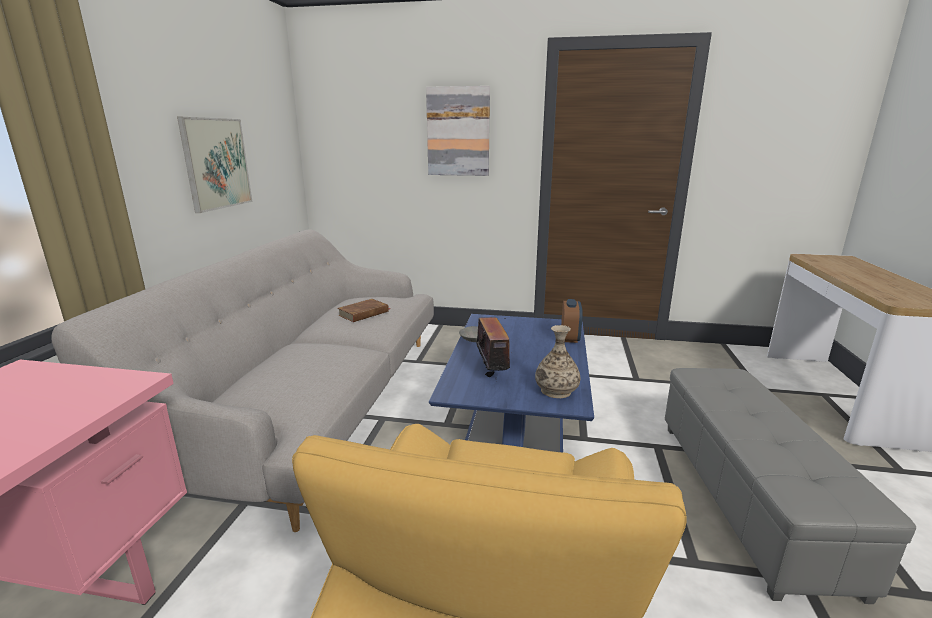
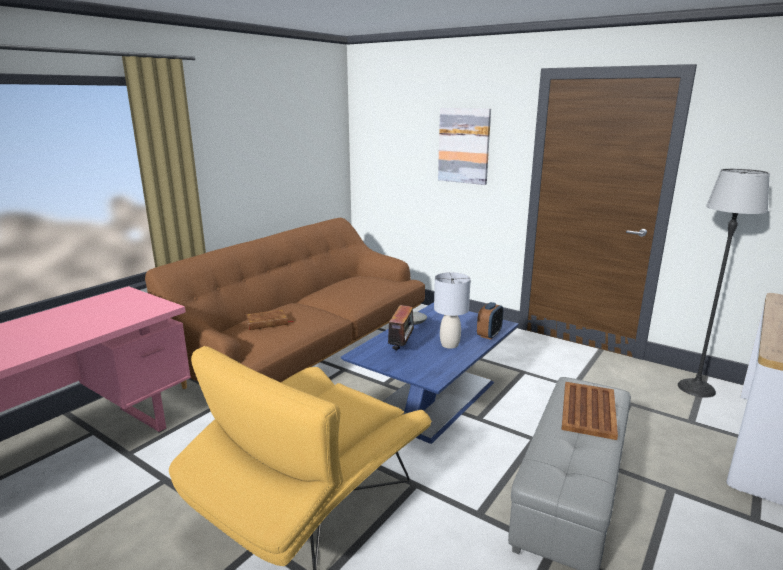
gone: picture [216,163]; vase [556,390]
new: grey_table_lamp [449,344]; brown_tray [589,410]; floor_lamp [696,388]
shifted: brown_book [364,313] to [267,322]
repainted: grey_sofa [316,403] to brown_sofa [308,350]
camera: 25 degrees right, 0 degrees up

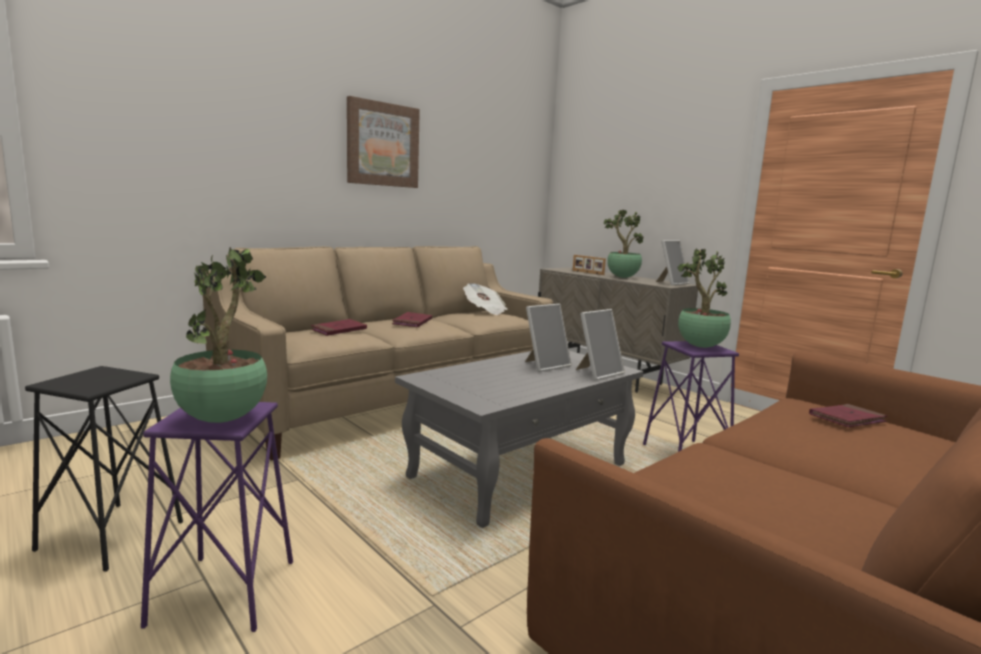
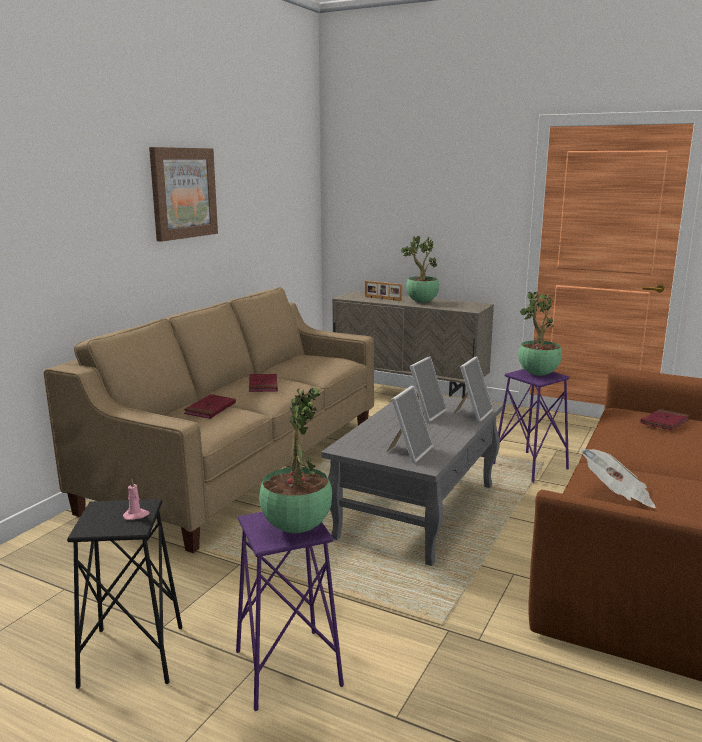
new: pink_candle [136,515]
shifted: newspaper [485,311] to [616,495]; picture_frame [671,283] to [409,452]
camera: 20 degrees left, 5 degrees up

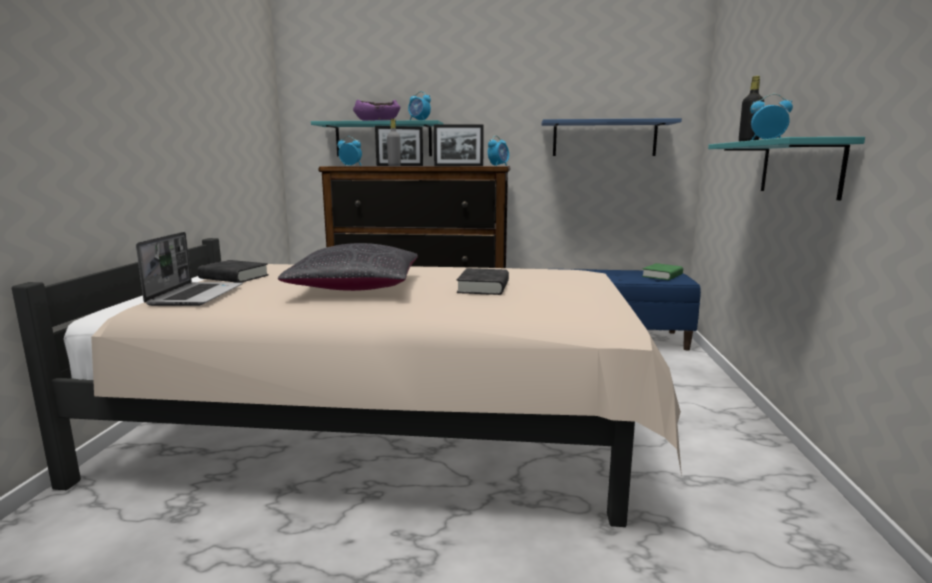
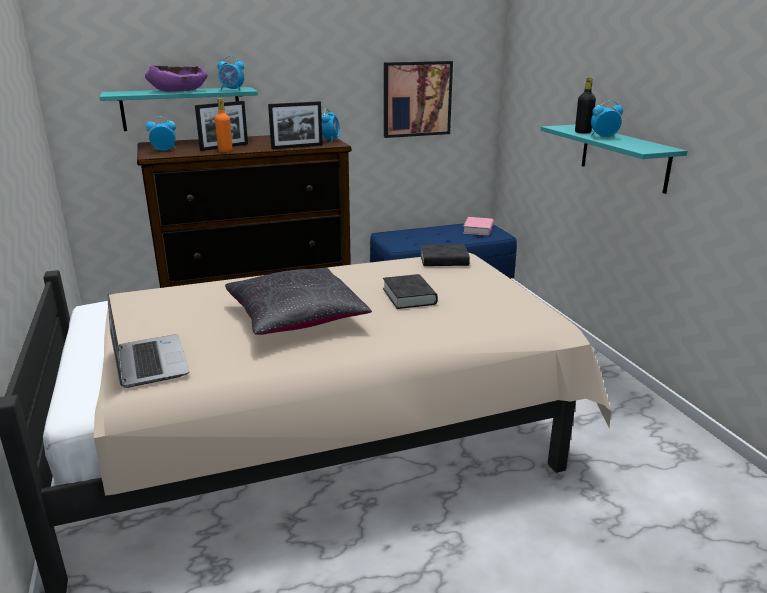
shifted: black_book [234,277] to [444,260]
swapped: blue_shelf [604,138] to picture [417,99]
repainted: grey_bottle [394,166] to orange_bottle [225,151]; green_book [662,275] to pink_book [478,229]
camera: 25 degrees left, 10 degrees up

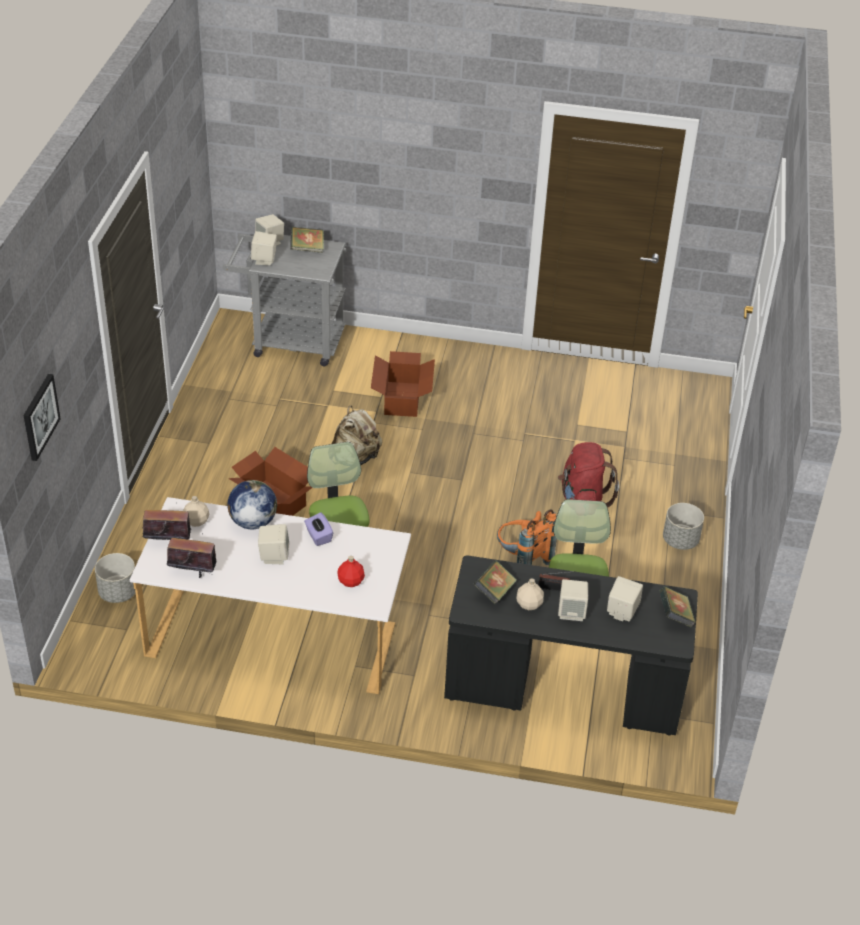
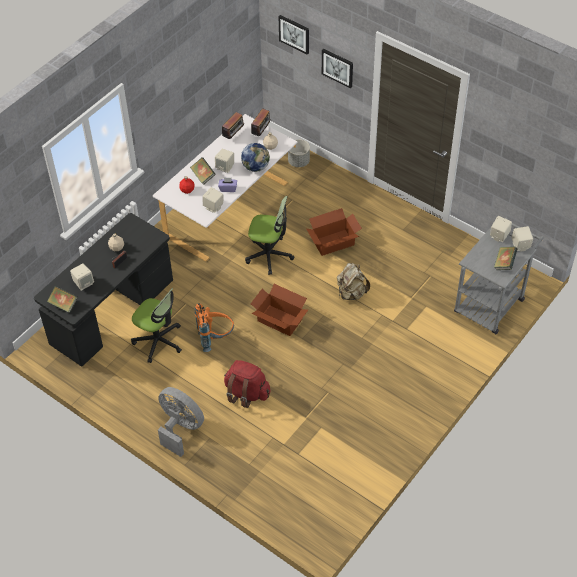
new: picture [337,67]
shifted: cardboard_box [403,399] to [279,321]; book [494,592] to [203,176]; beige_speaker [571,612] to [213,207]
swapped: grey_planter [680,541] to grey_fan [180,428]
camera: 120 degrees right, 10 degrees up

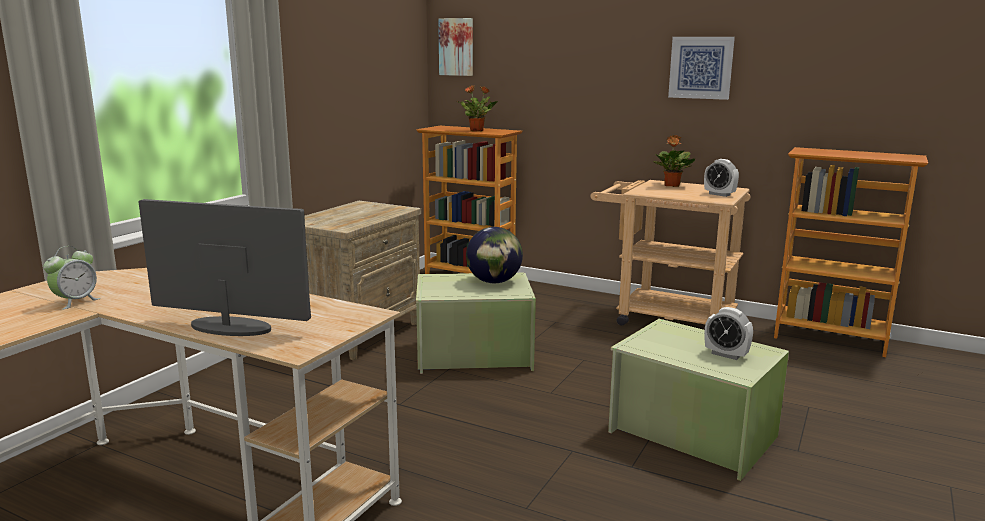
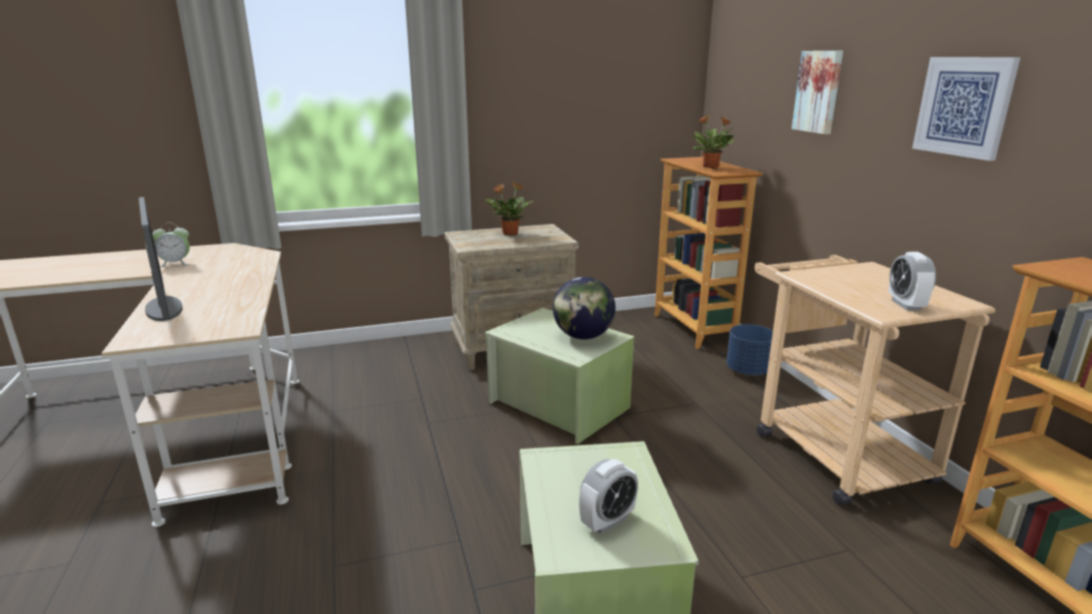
new: blue_planter [748,371]
shifted: picture [457,47] to [819,92]; potted_plant [671,185] to [509,233]
rotated: alarm_clock [726,354] = [607,521] 120 degrees counterclockwise
camera: 45 degrees right, 5 degrees up

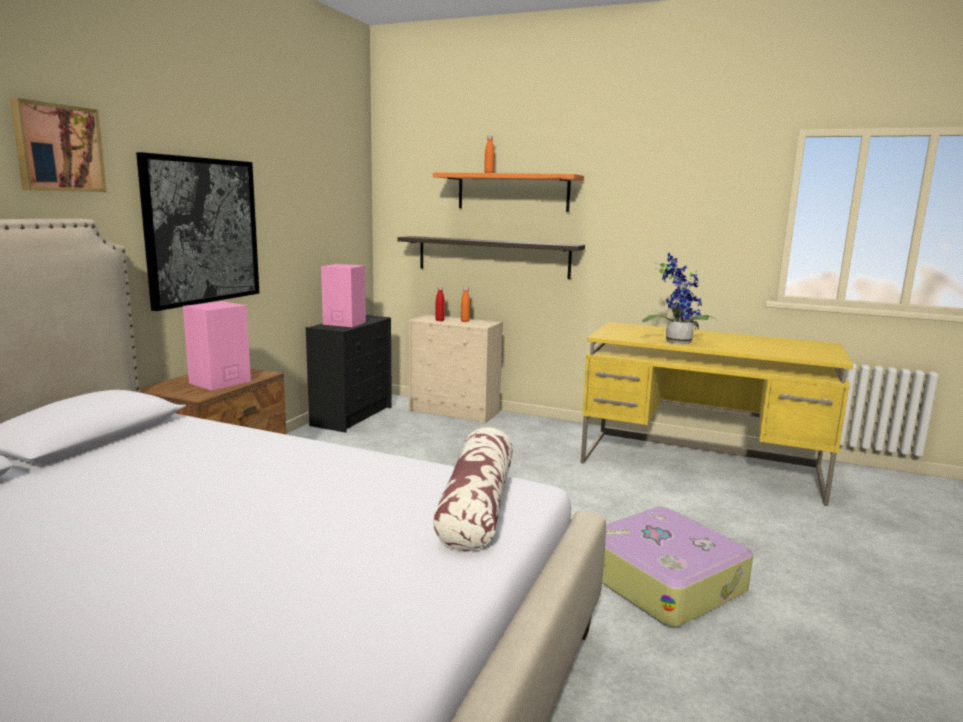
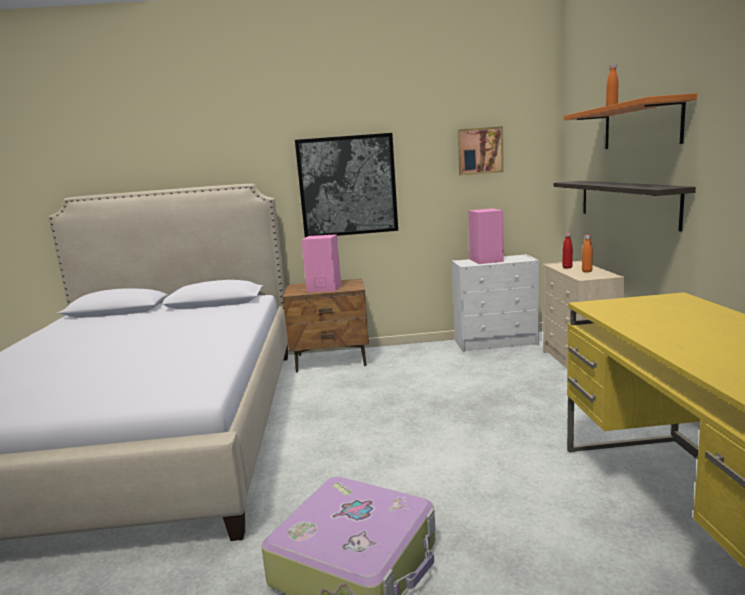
gone: pillow [477,505]; potted_plant [676,341]
shifted: picture [58,148] to [480,151]
repainted: black_dresser [352,416] to white_dresser [496,343]
camera: 65 degrees right, 0 degrees up

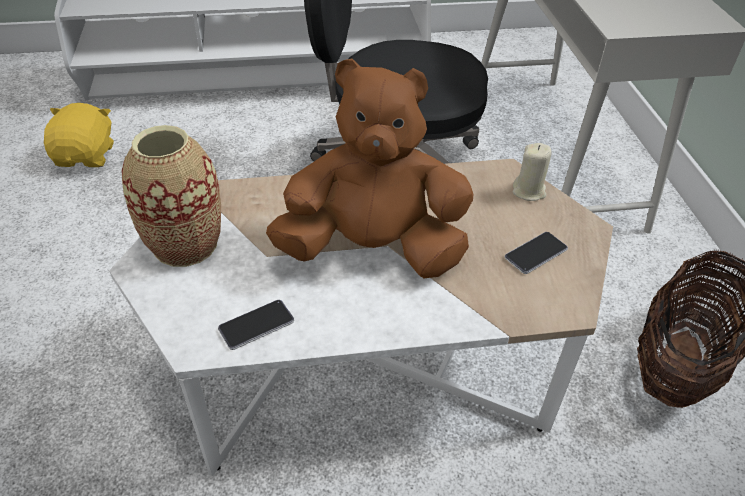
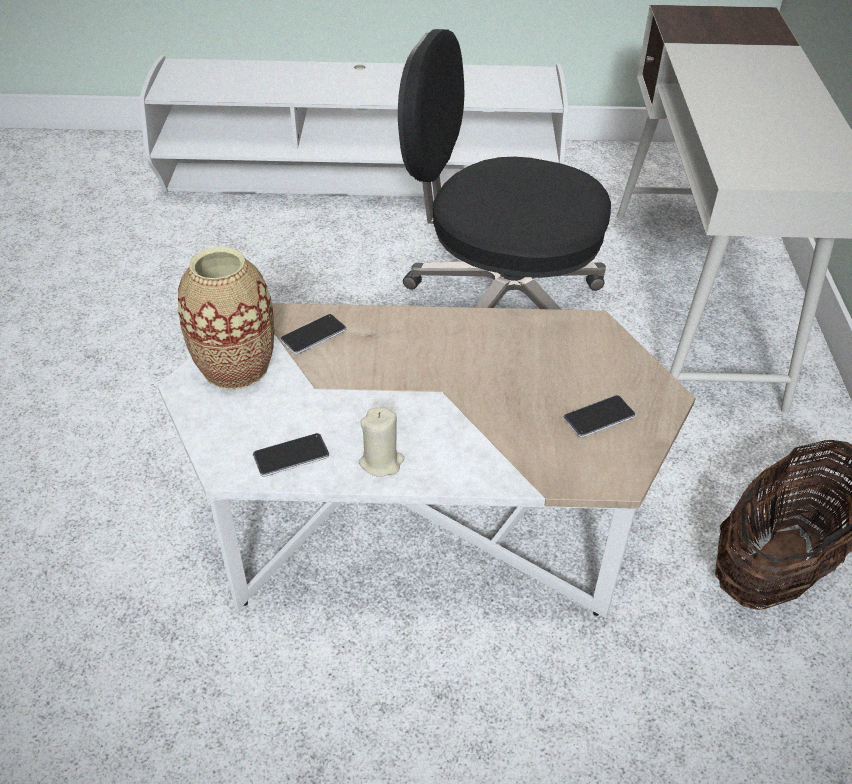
gone: yellow_plush_toy [87,156]; brown_plush_toy [373,249]
new: phone [313,335]
shifted: beige_candle [529,191] to [381,462]
camera: 10 degrees right, 0 degrees up

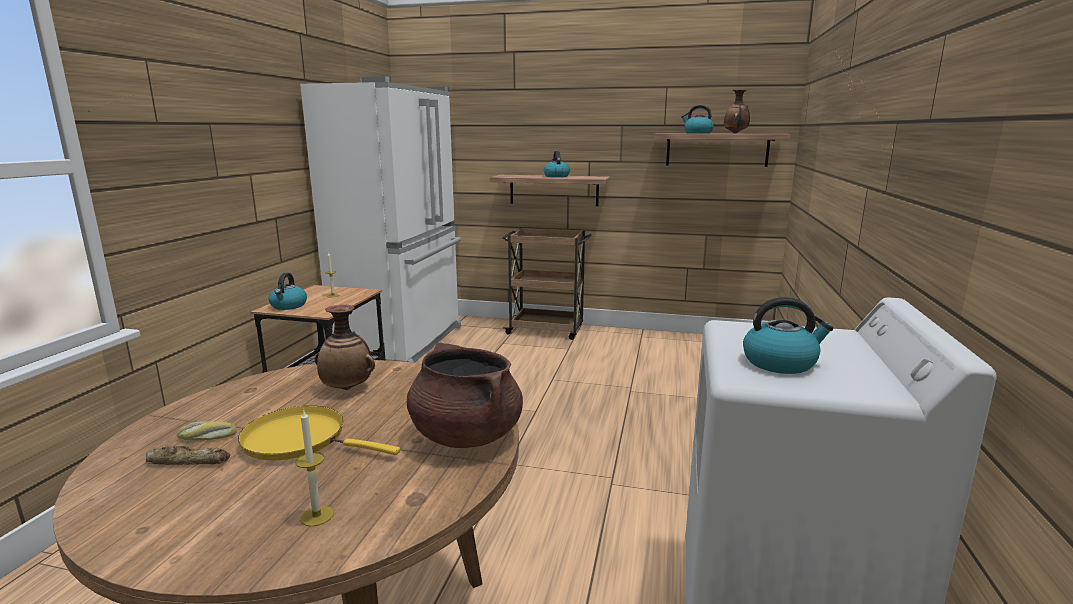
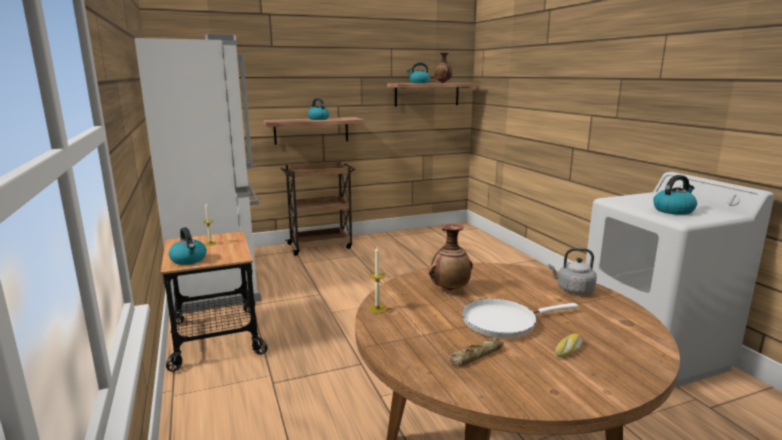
shifted: bread [207,437] to [569,350]; candle [317,516] to [377,309]
swapped: brown_cooking_pot [465,435] to grey_kettle [573,290]
repainted: yellow_frying_pan [301,439] to white_frying_pan [503,321]
camera: 35 degrees left, 0 degrees up

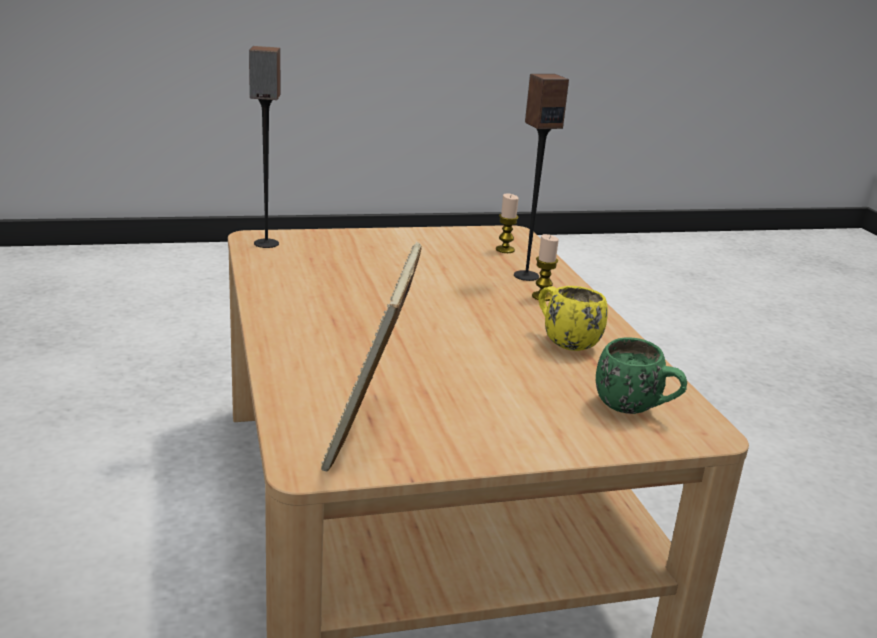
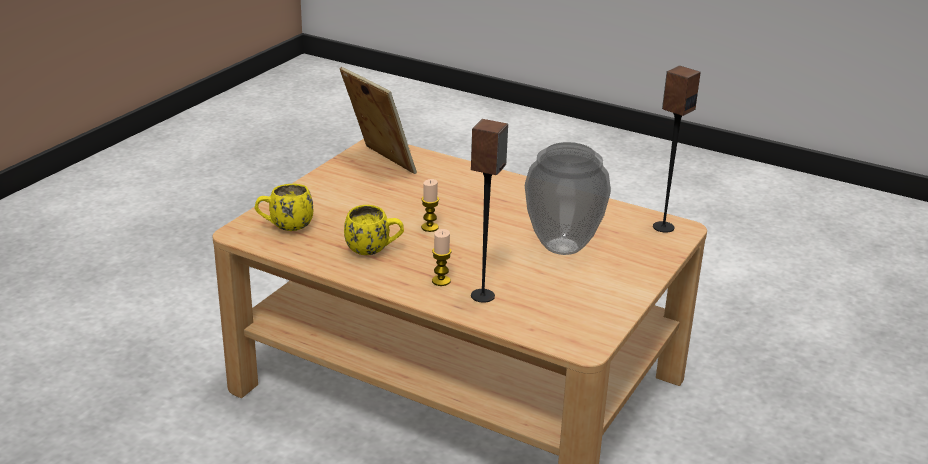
new: vase [563,247]
shifted: candle [505,250] to [429,227]
repainted: green_mug [636,410] to yellow_mug [285,227]
camera: 135 degrees right, 5 degrees up

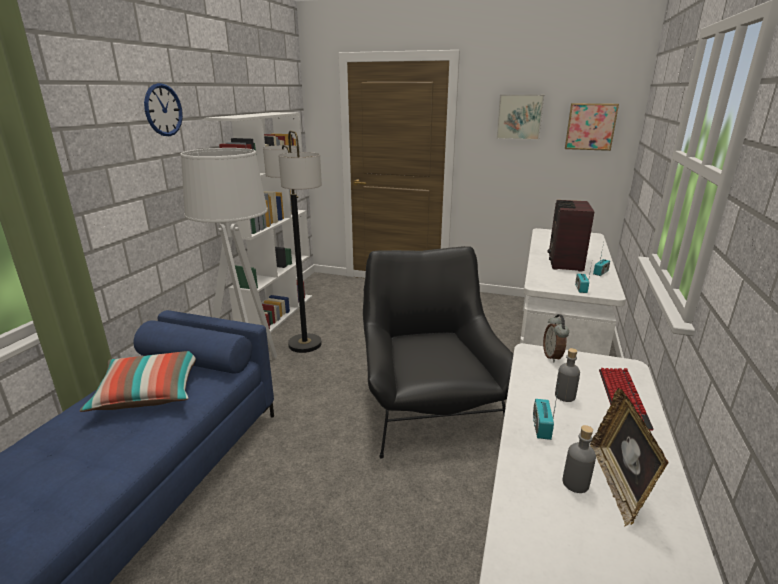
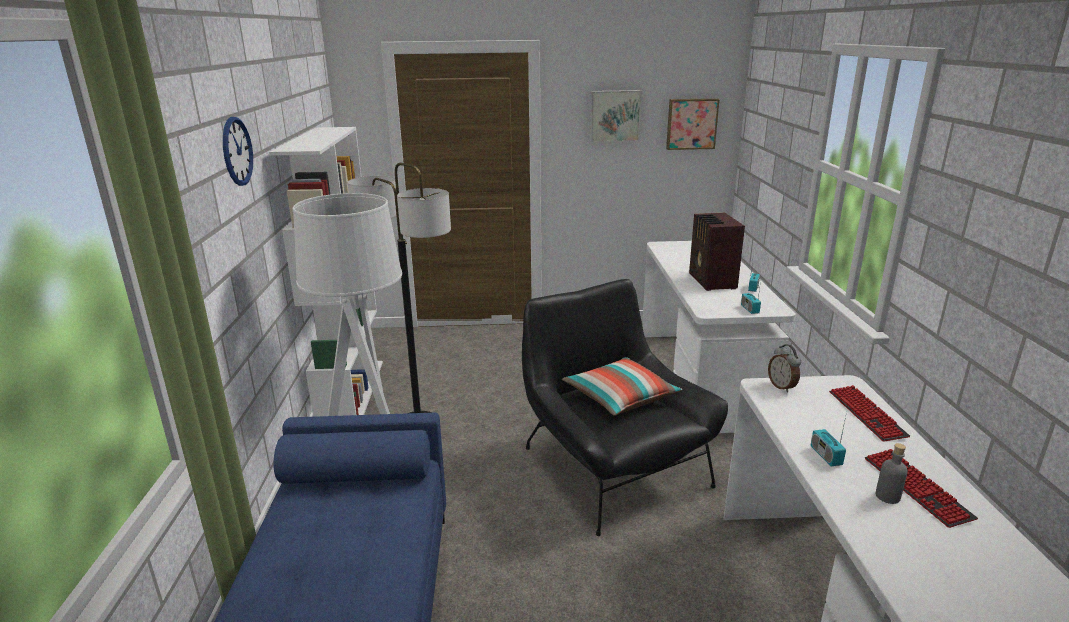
gone: grey_bottle [565,396]
shifted: pillow [149,392] to [620,398]
swapped: picture_frame [618,484] to keyboard [916,488]
camera: 20 degrees left, 0 degrees up

